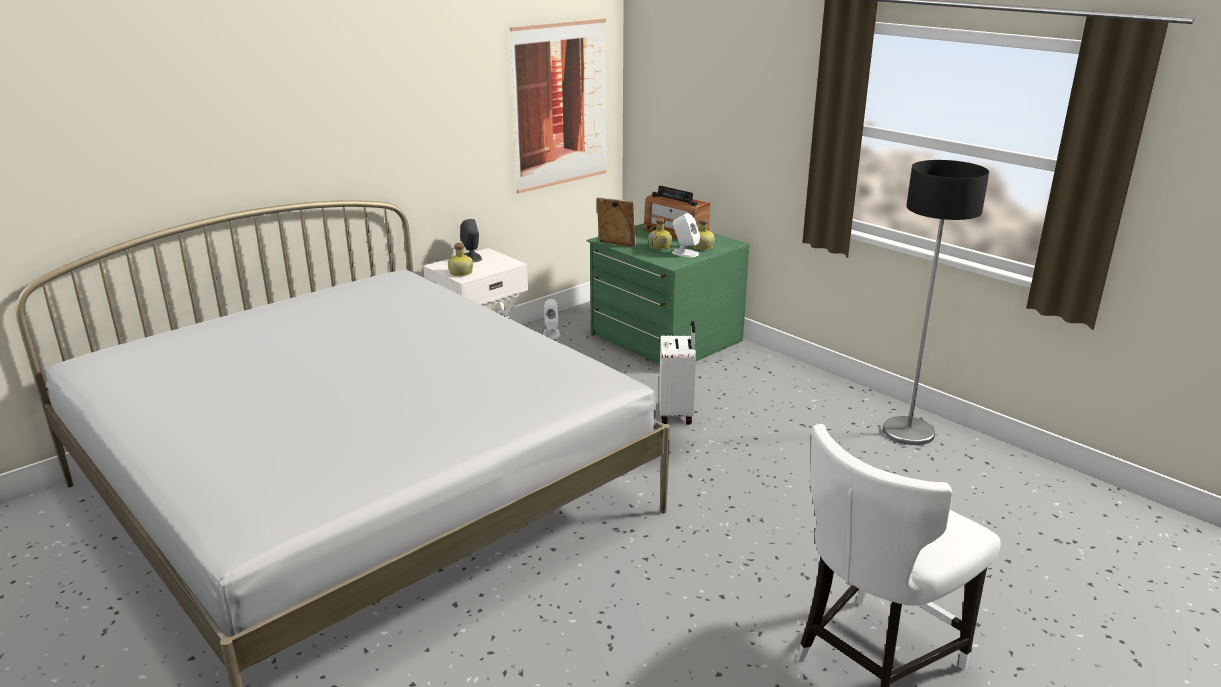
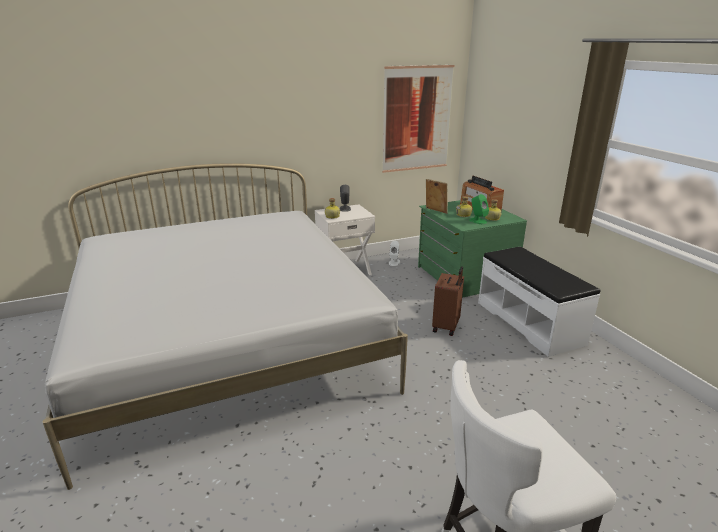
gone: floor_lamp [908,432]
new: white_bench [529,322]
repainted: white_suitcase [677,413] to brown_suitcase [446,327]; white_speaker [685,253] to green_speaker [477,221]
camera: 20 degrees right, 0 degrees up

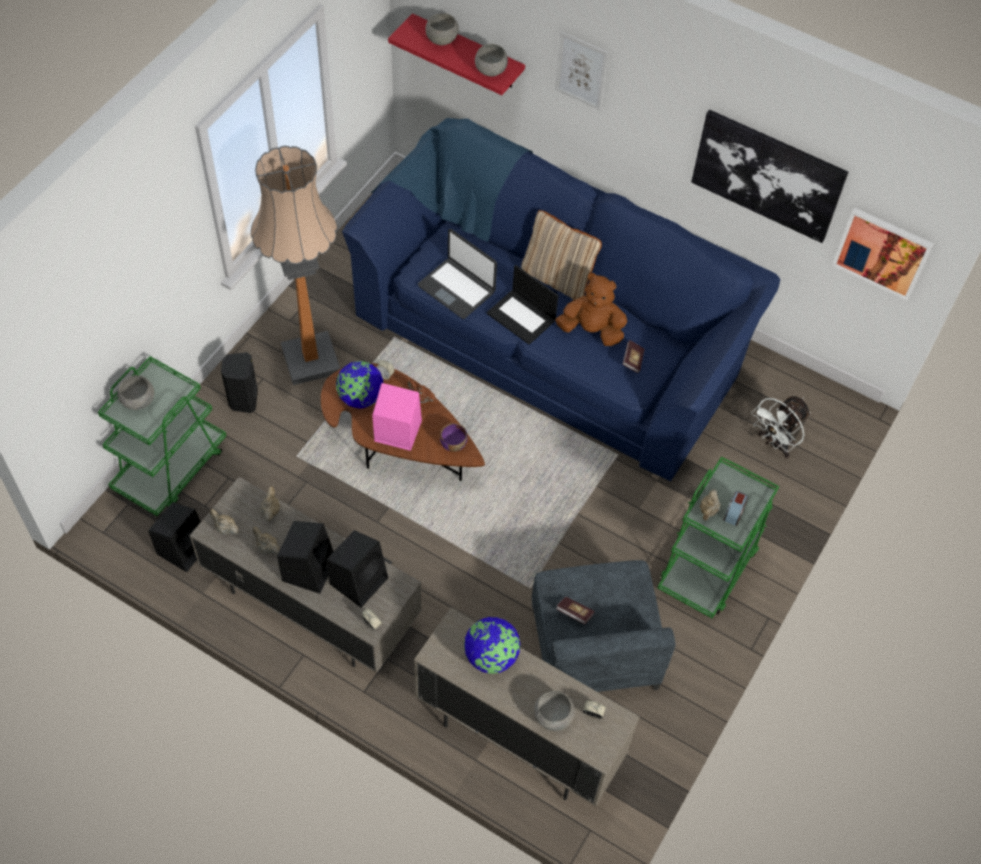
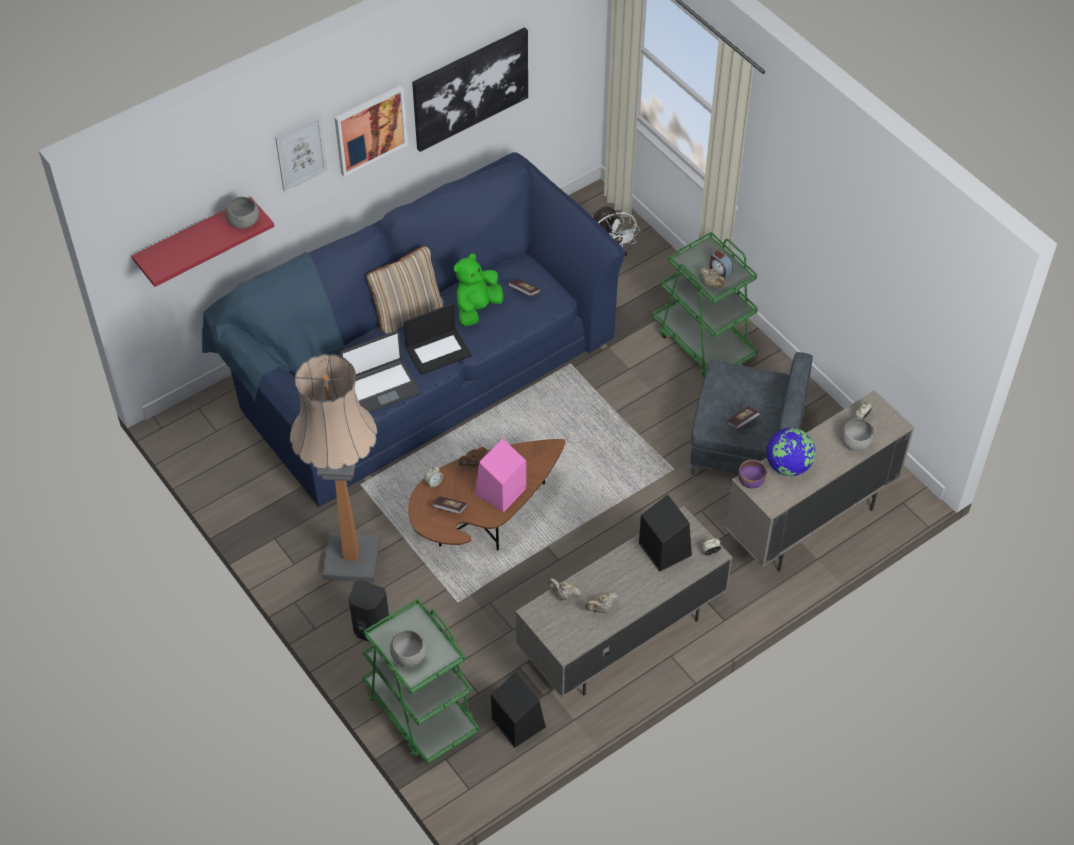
gone: beige_teapot [225,528]; black_speaker [309,568]; grey_bowl [441,39]
shifted: purple_bowl [453,444] to [751,481]; picture [882,252] to [370,129]
swapped: globe [360,398] to book [450,509]
repainted: brown_plush_toy [592,330] to green_plush_toy [477,308]
camera: 65 degrees left, 5 degrees down

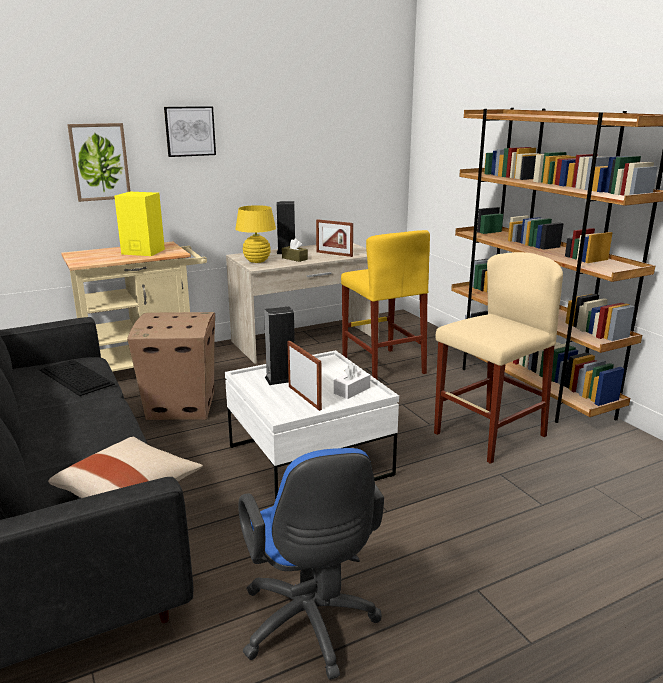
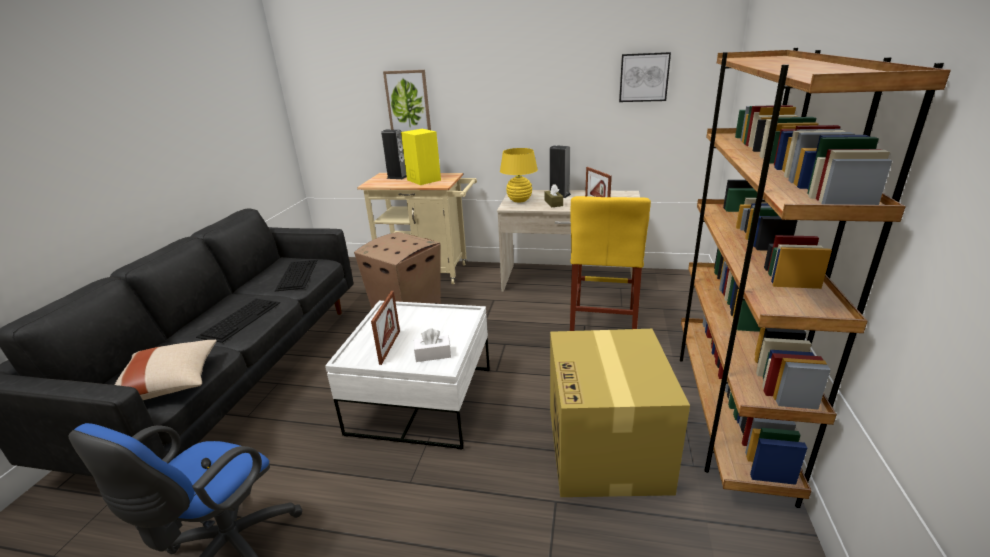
new: keyboard [240,318]
shifted: picture [190,131] to [644,77]; speaker [281,379] to [397,177]
swapped: beige_stool [489,434] to cardboard_box [607,449]
camera: 40 degrees right, 5 degrees up

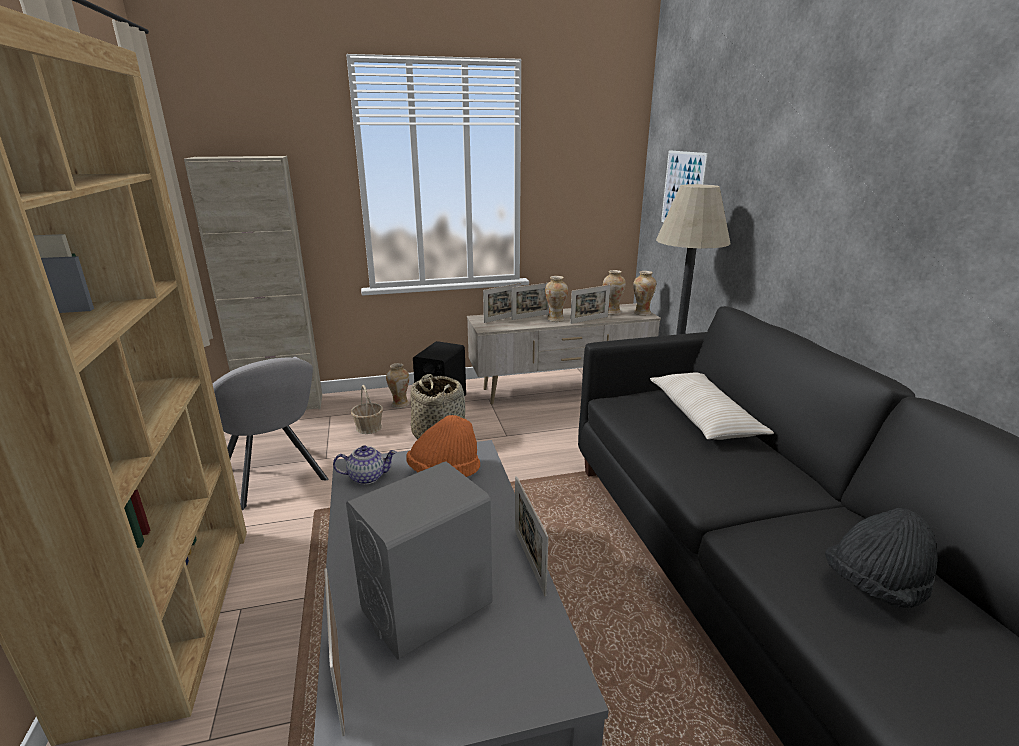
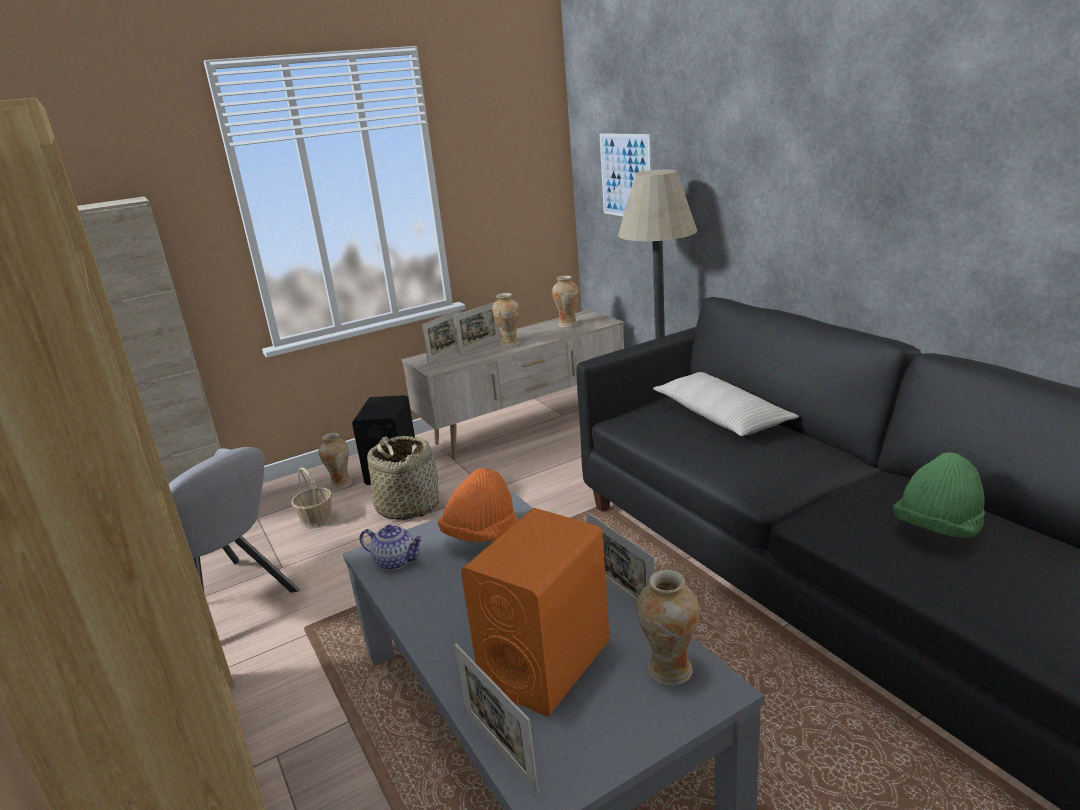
gone: picture_frame [589,320]
shifted: vase [642,313] to [669,670]
repainted: grey_speaker [427,606] to orange_speaker [546,663]; black_hat [874,586] to green_hat [937,529]
rotated: teapot [367,477] = [396,561] 45 degrees clockwise
camera: 15 degrees left, 0 degrees up

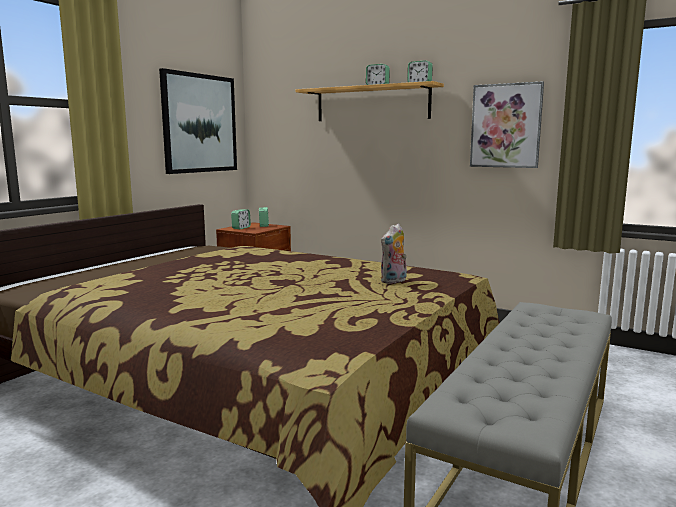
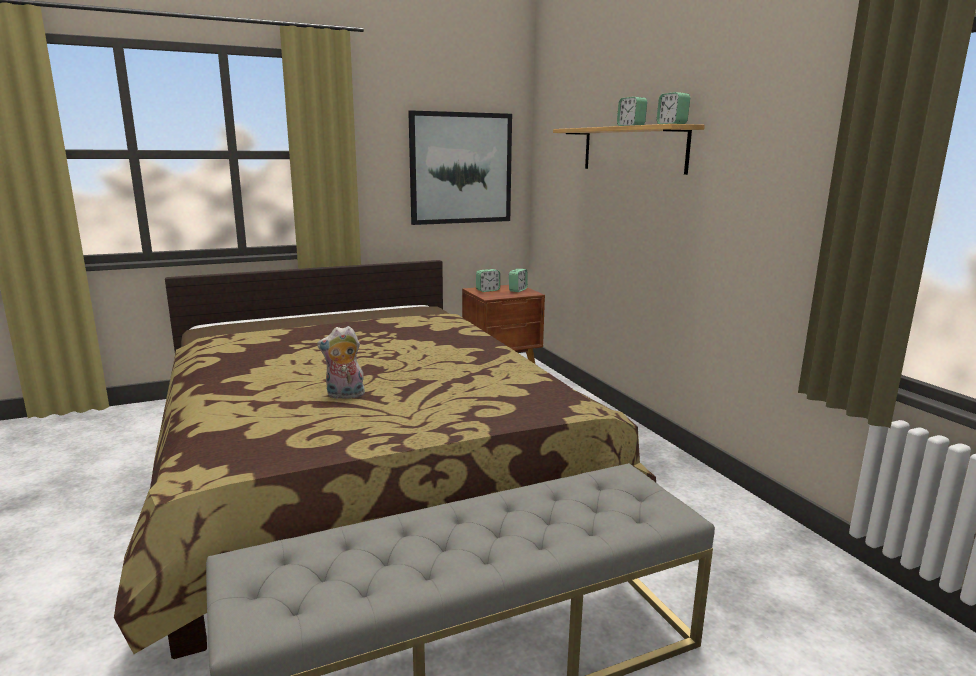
gone: picture [506,126]
shifted: plush_toy [394,281] to [344,396]
camera: 35 degrees right, 5 degrees up

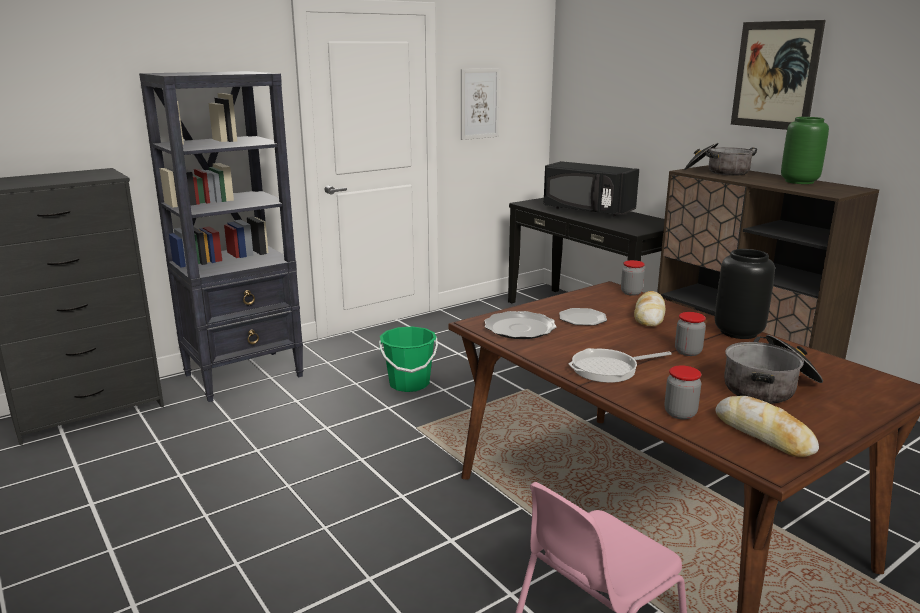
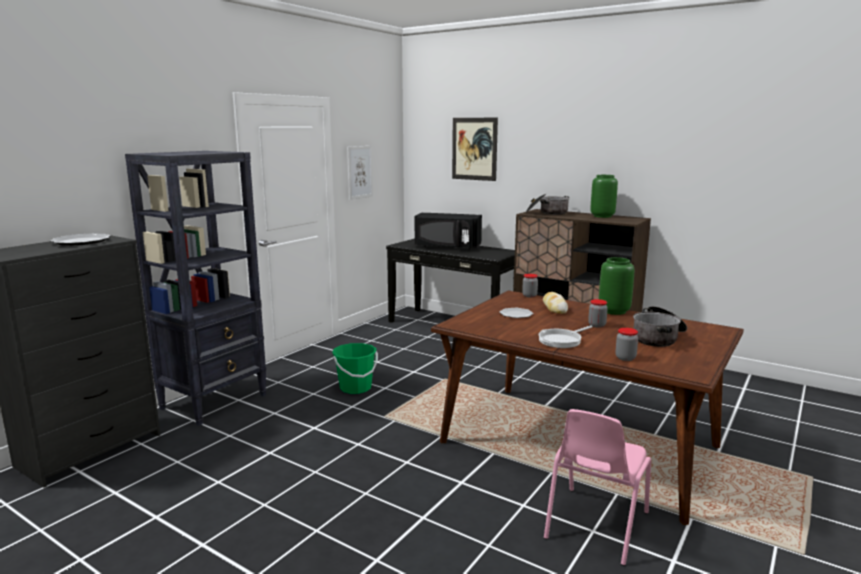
gone: bread [763,434]
shifted: plate [519,328] to [81,241]; picture [775,75] to [474,149]
repainted: black_vase [739,332] to green_vase [614,311]
camera: 20 degrees left, 5 degrees down

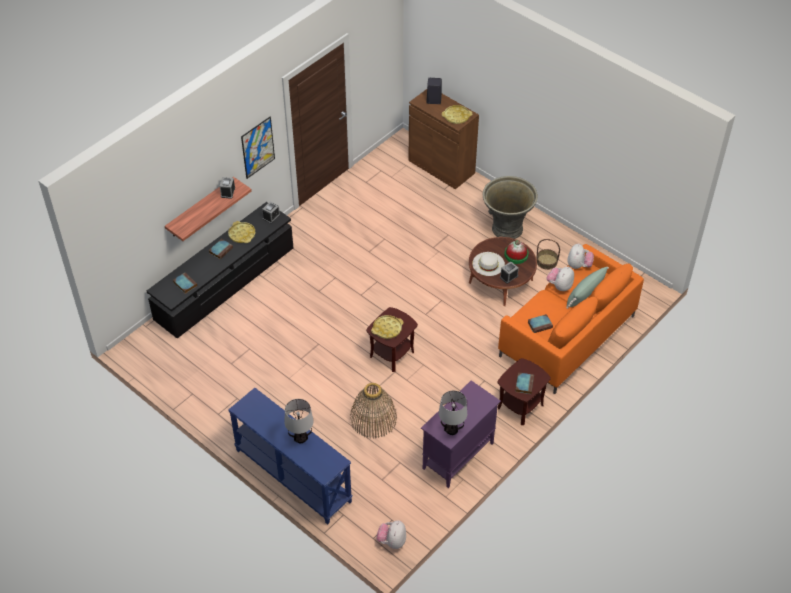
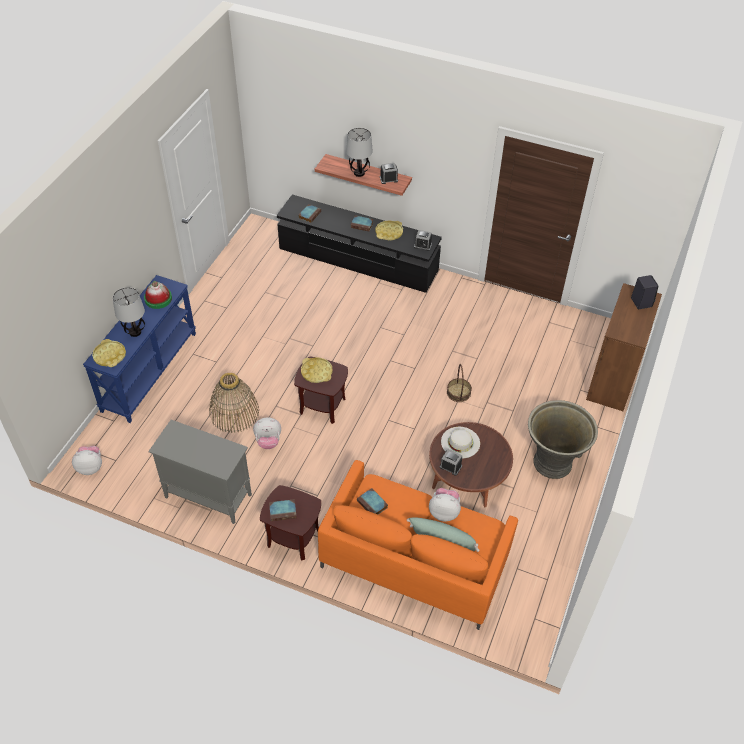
gone: picture [258,147]
shifted: table_lamp [451,430] to [359,173]; yellow_tray [456,116] to [110,356]; hat [516,255] to [158,299]; basket [546,261] to [458,392]; plush_toy [578,265] to [268,441]
repainted: purple_cabinet [457,456] to grey_cabinet [207,496]
camera: 70 degrees right, 0 degrees up

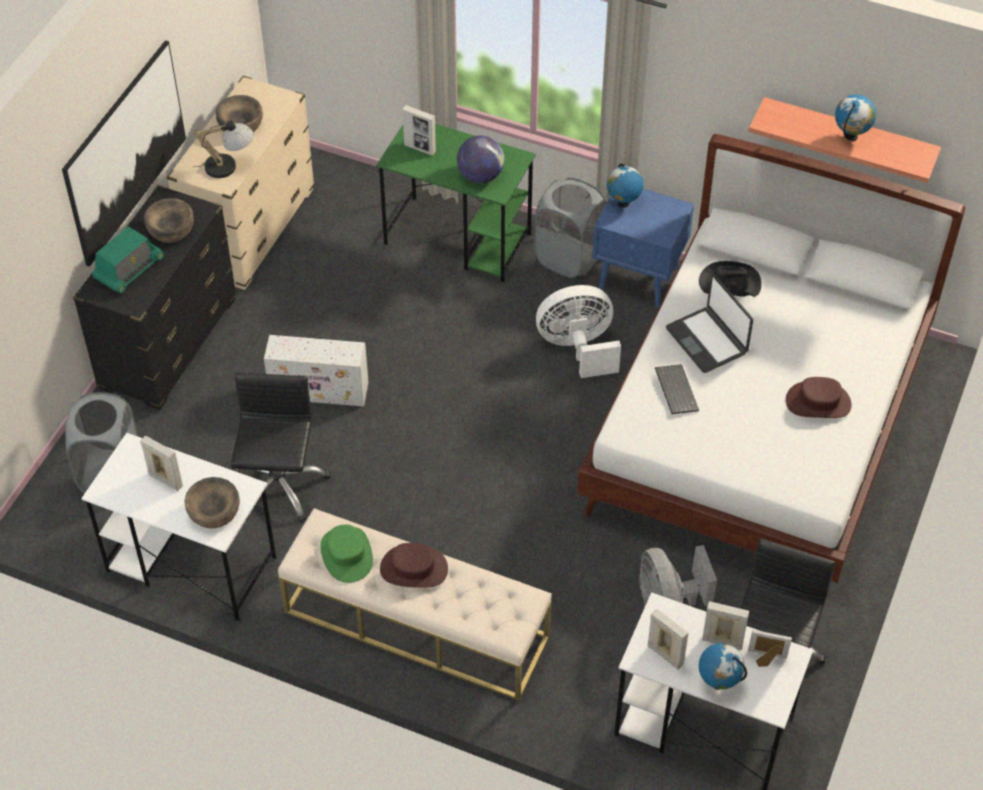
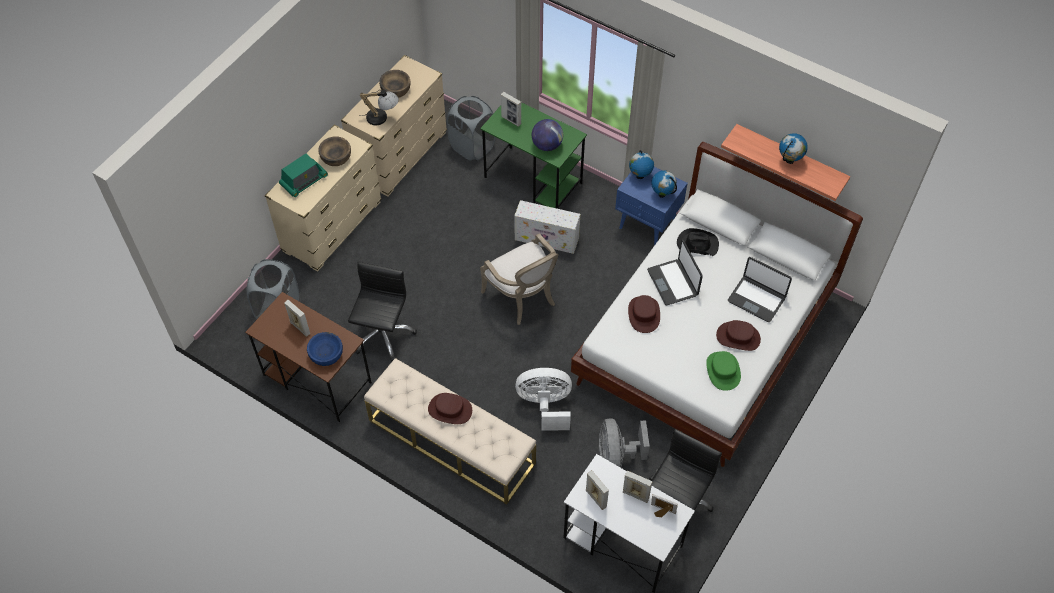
gone: picture [125,152]
new: armchair [523,298]; laptop [756,299]
shifted: white_storage_box [320,390] to [547,239]; green_hat [346,554] to [722,371]; grey_laundry_basket [569,257] to [472,146]; white_fan [578,348] to [545,405]; globe [718,683] to [662,194]
swapped: keyboard [675,390] to brown_hat [643,314]
repainted: black_dresser [169,344] to beige_dresser [332,227]; white_desk [190,564] to brown_desk [316,378]; brown_bowl [214,512] to blue_bowl [326,354]
camera: 10 degrees right, 5 degrees up

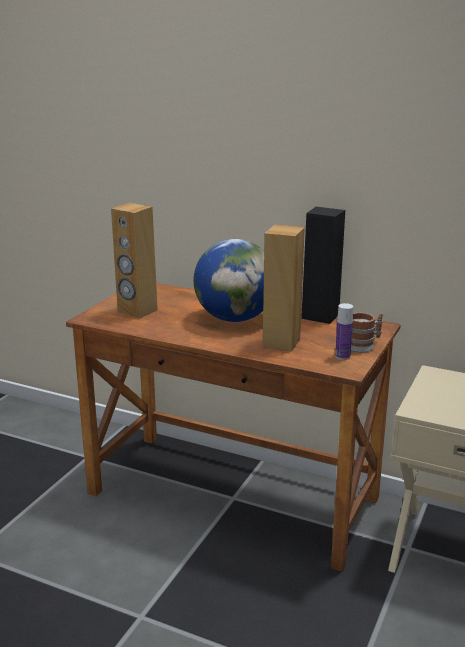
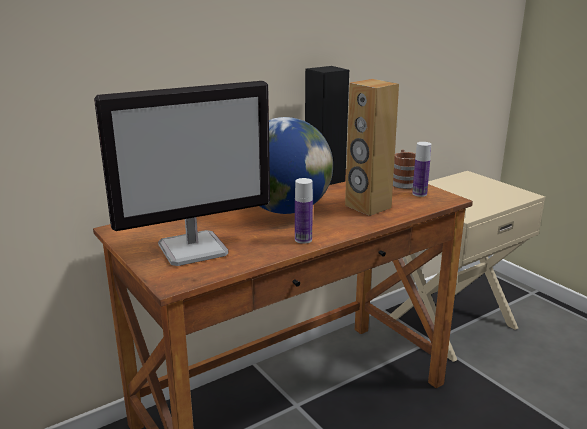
new: bottle [303,239]
swapped: brown_speaker [137,311] to monitor [194,249]
camera: 60 degrees left, 0 degrees up

